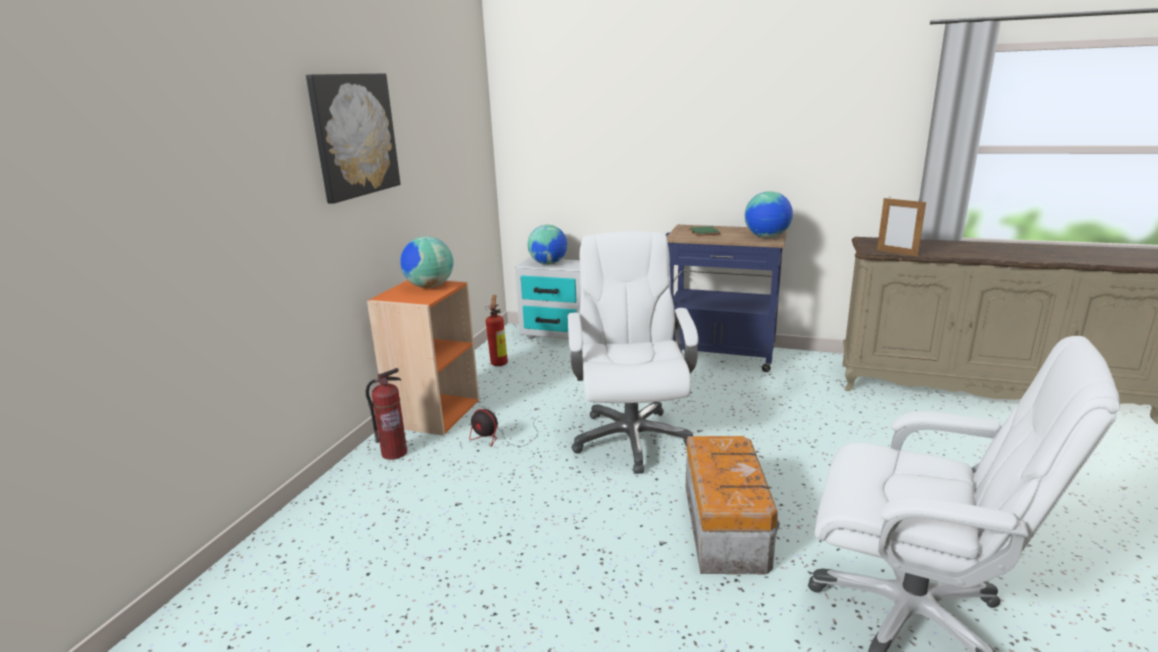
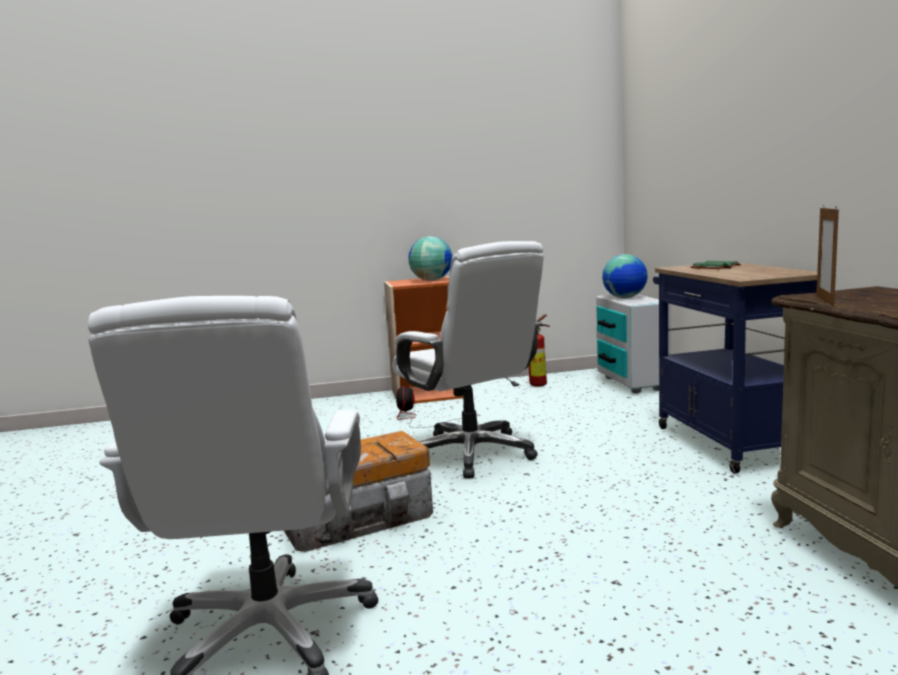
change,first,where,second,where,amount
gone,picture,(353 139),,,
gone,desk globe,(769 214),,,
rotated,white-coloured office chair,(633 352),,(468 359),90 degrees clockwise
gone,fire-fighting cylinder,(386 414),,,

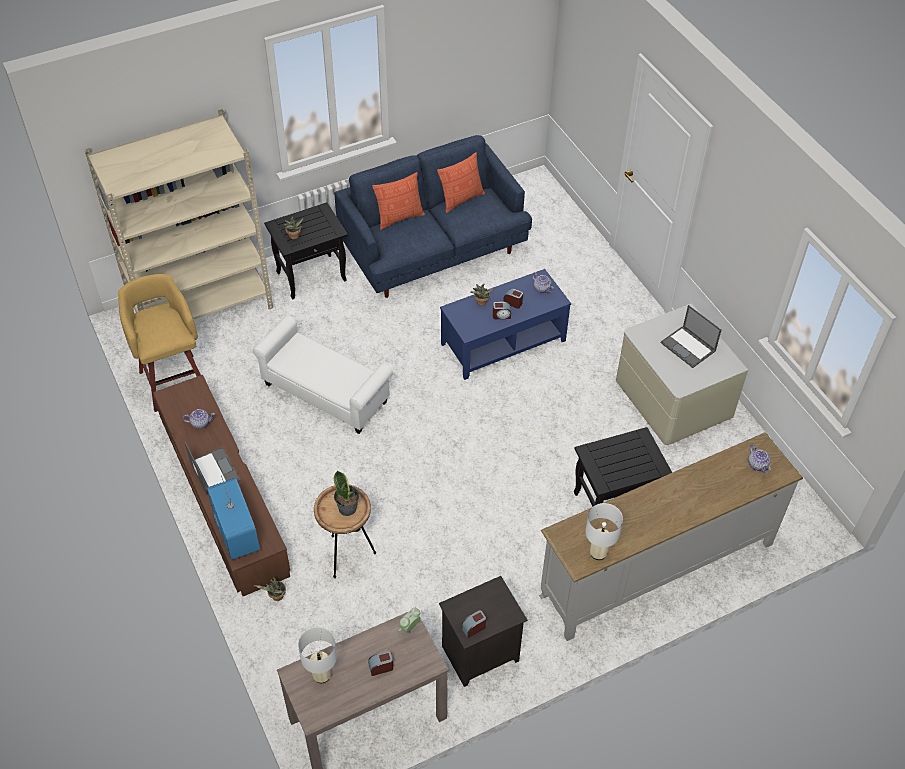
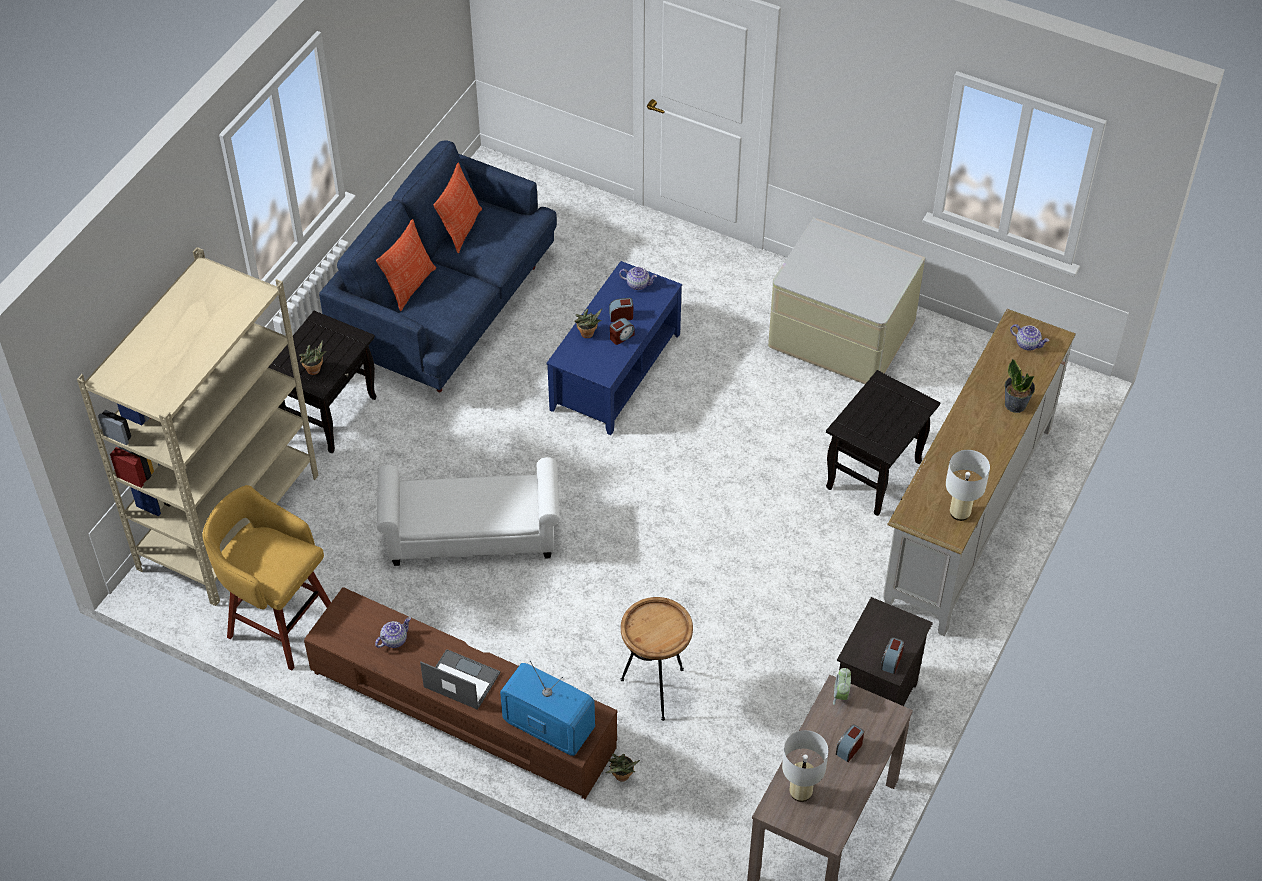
change,first,where,second,where,amount
gone,laptop,(691 336),,,
shifted,potted plant,(346 493),,(1020 386),

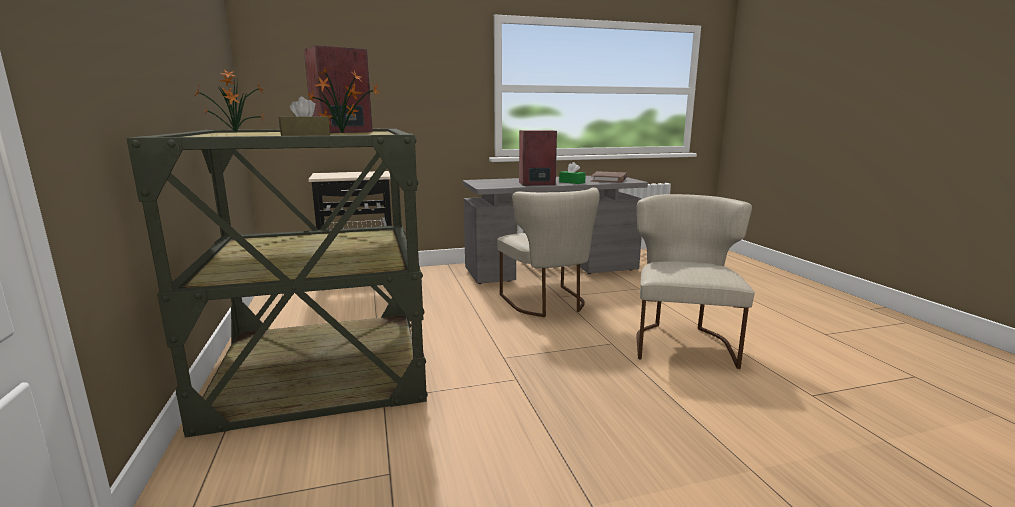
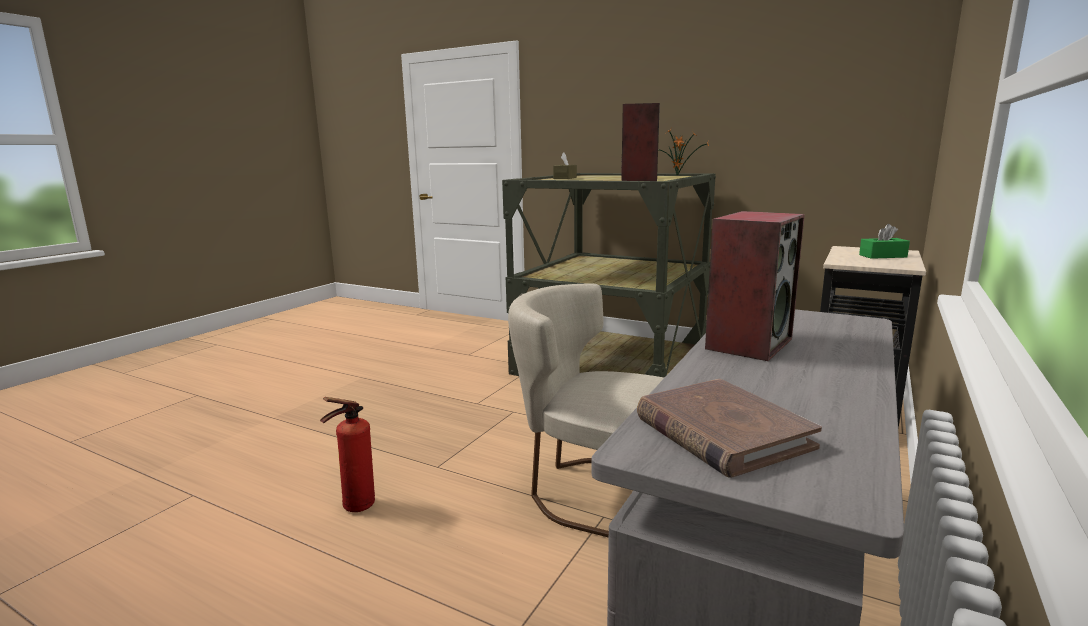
change,first,where,second,where,amount
gone,potted plant,(343 100),,,
shifted,greenish tissue holder,(572 173),,(884 241),
swapped,beige-coloured chair,(695 281),fire-fighting cylinder,(347 454),

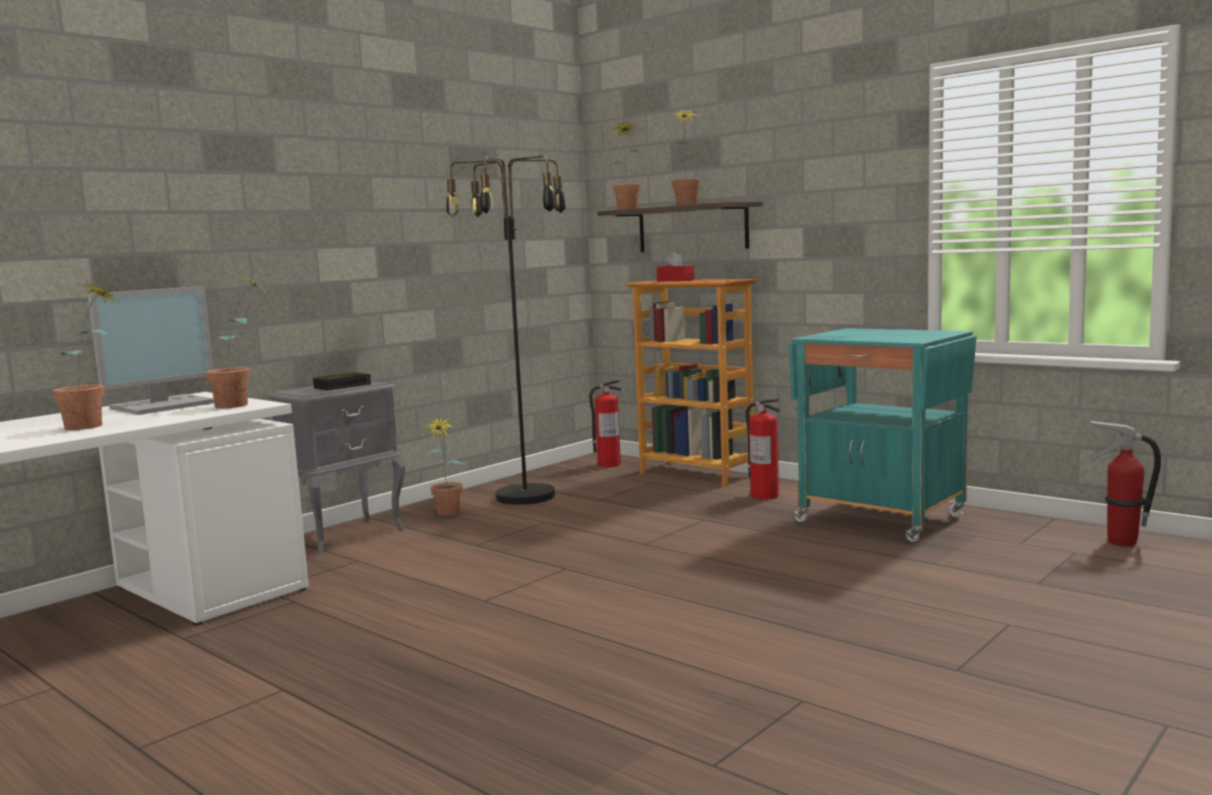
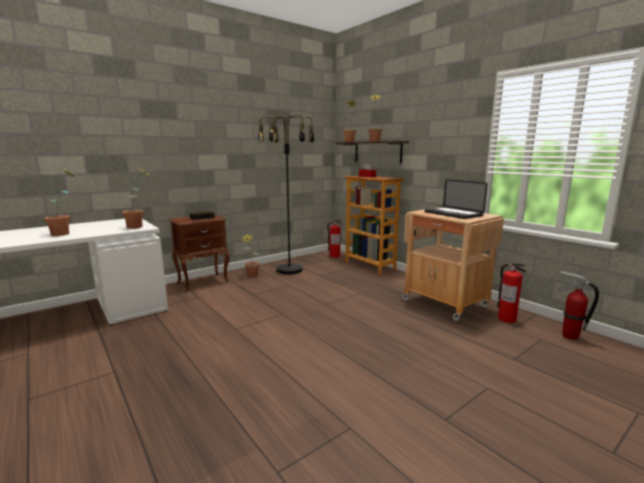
change,first,where,second,where,amount
gone,monitor,(150 350),,,
repainted,blue-green cart,(882 435),brown-coloured cart,(453 264),
repainted,greyish night table,(336 468),brown-coloured night table,(200 253),
shifted,fire-fighting cylinder,(763 449),,(511 293),
new,,,laptop,(456 199),

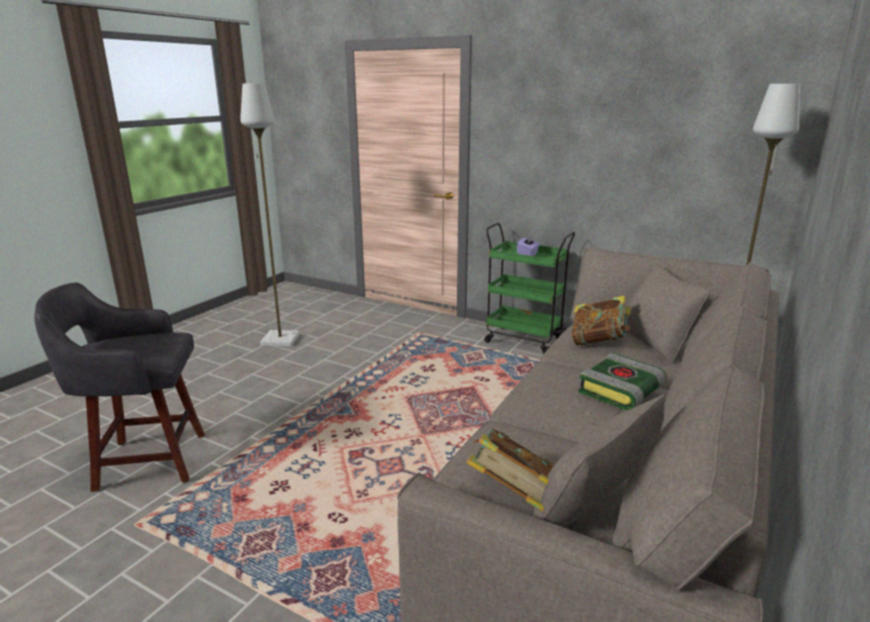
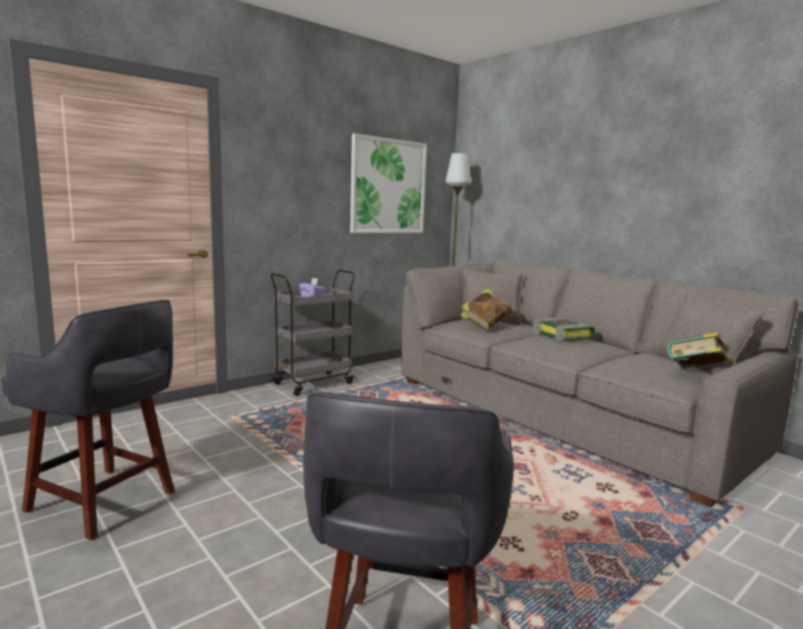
change,first,where,second,where,amount
swapped,greyish floor lamp,(270 215),greyish stool seat,(88 420),
repainted,greenish cart,(529 288),greyish cart,(313 333),
new,,,picture,(388 183),

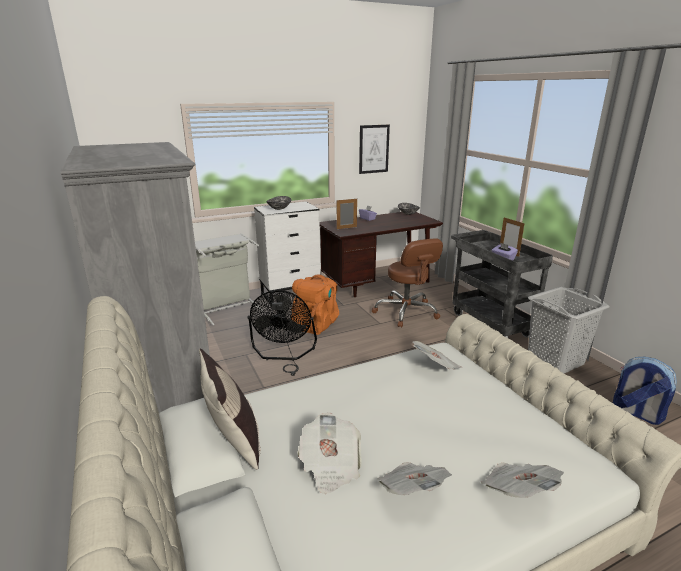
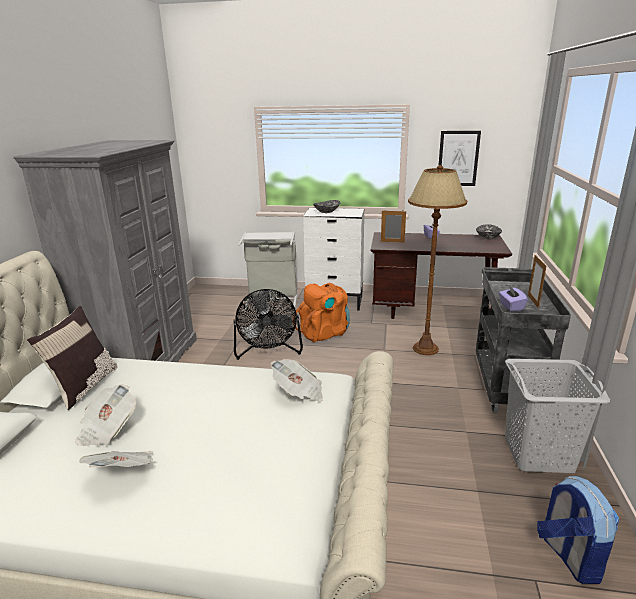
change,first,where,second,where,amount
swapped,brown-coloured office chair,(407 283),brown-coloured floor lamp,(437 260),
rotated,black cooling fan,(282 333),,(268 324),135 degrees clockwise
gone,daily paper,(522 480),,,

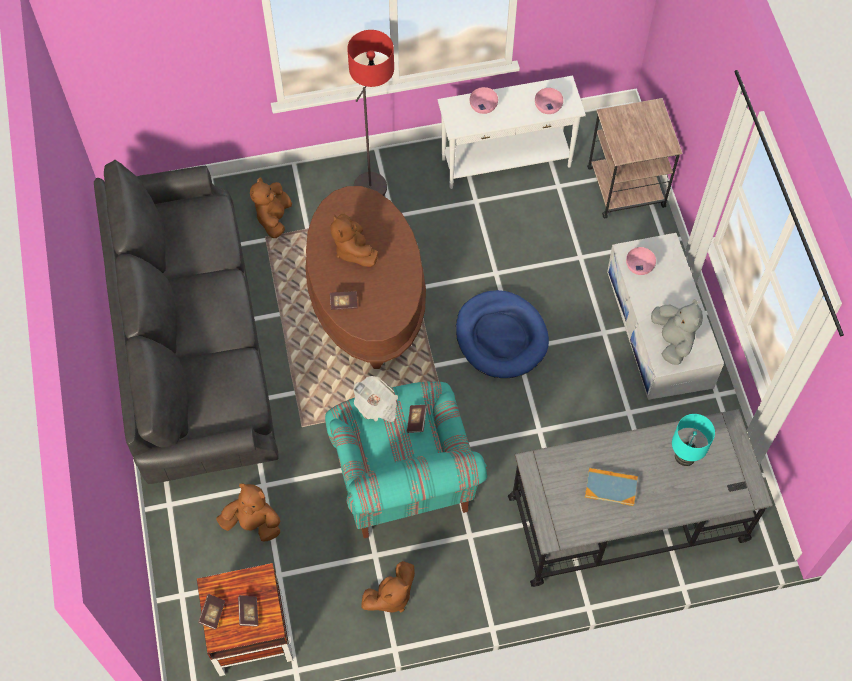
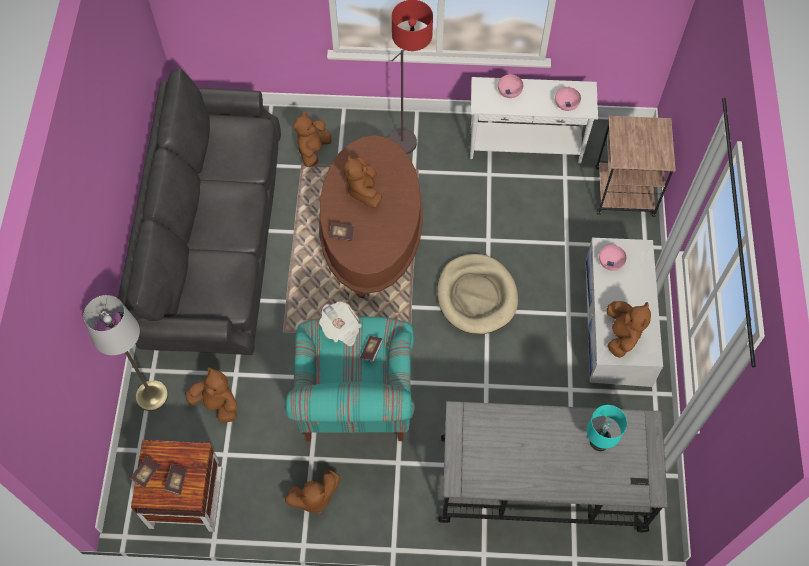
change,first,where,second,where,amount
repainted,blue-coloured dog bed,(502 334),beige-coloured dog bed,(477 294),
repainted,greyish soft toy,(677 332),brown-coloured soft toy,(629 329),
gone,book,(611 487),,,
new,,,greyish floor lamp,(126 353),

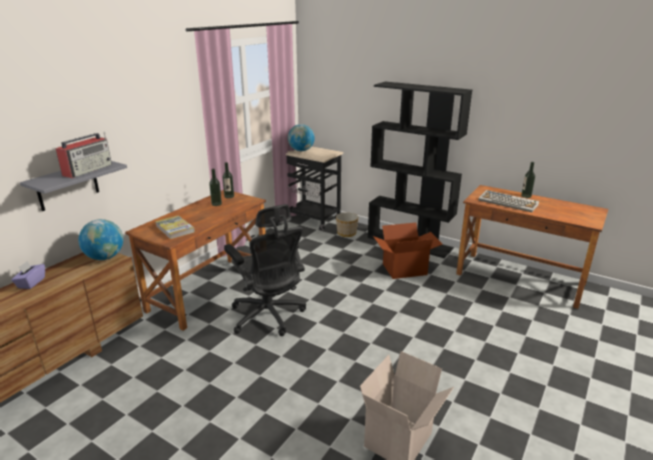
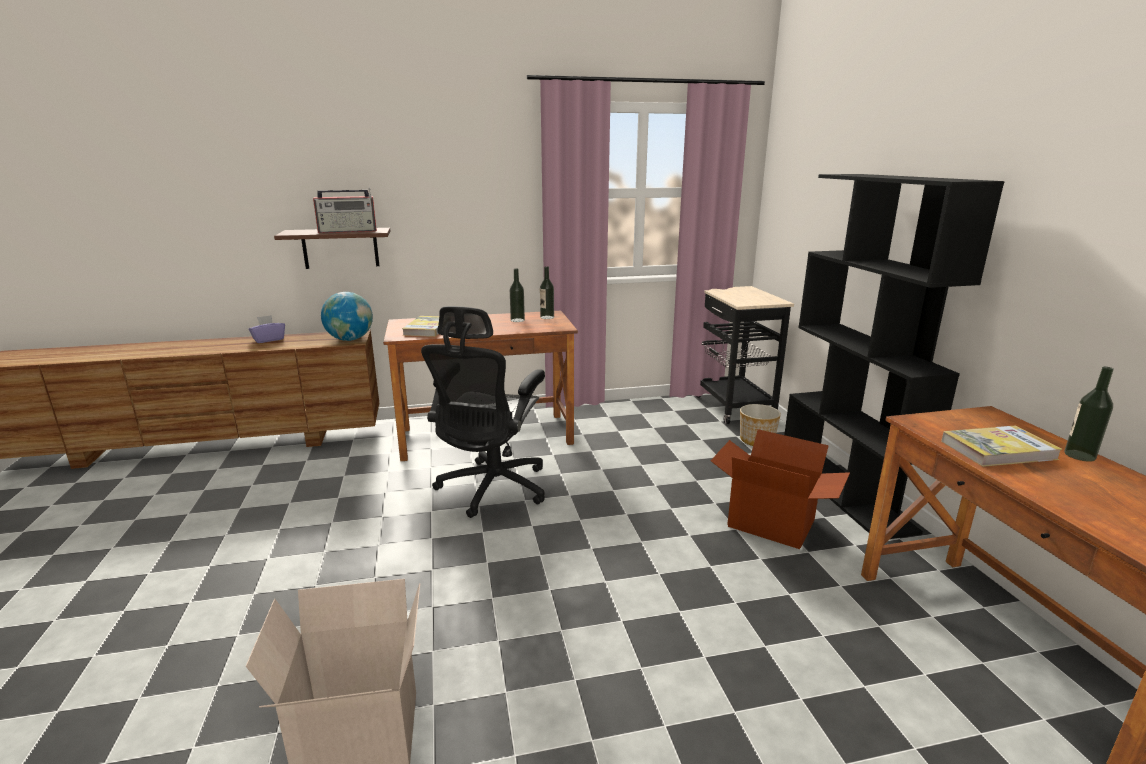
change,first,where,second,where,amount
gone,desk globe,(301 137),,,
repainted,greyish shelf,(73 186),brown-coloured shelf,(332 248),
swapped,computer keyboard,(508 201),book,(1002 446),

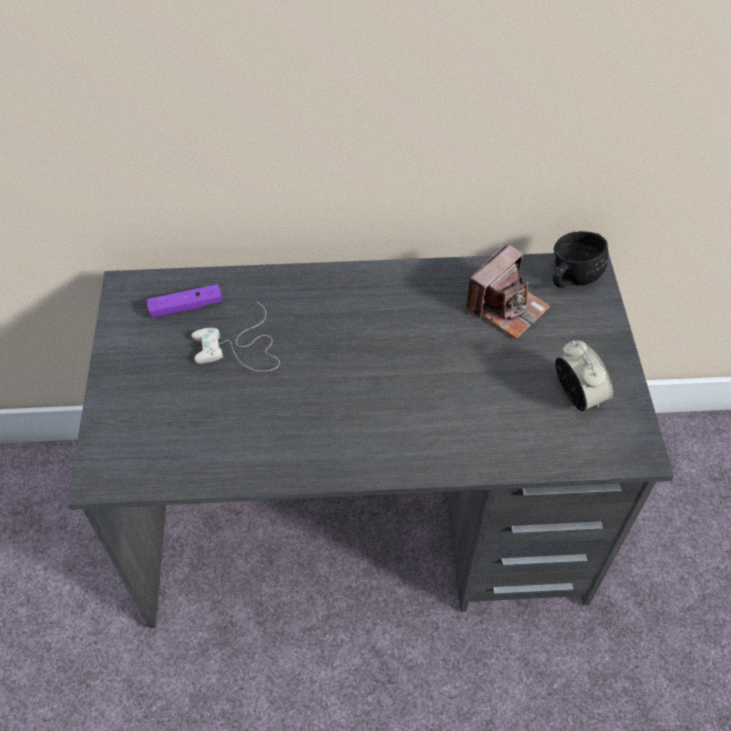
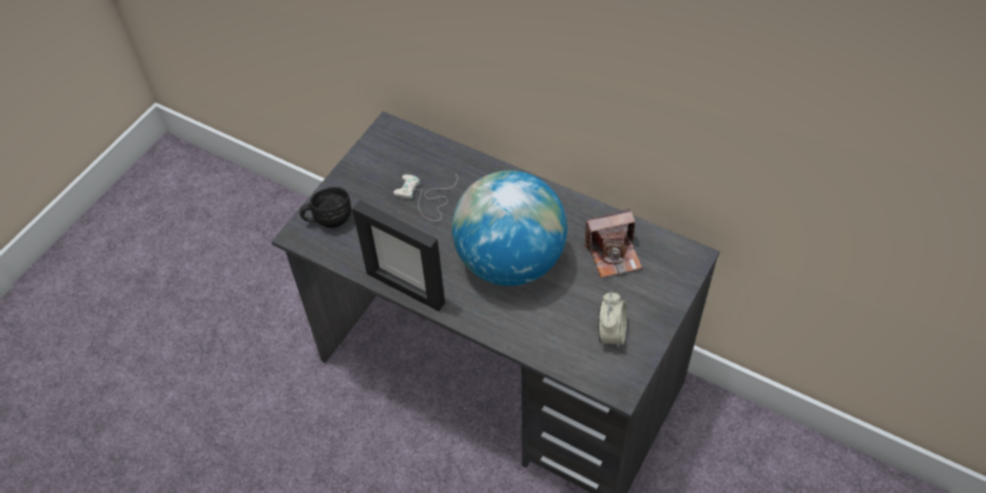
change,first,where,second,where,amount
shifted,black coffee mug,(580 259),,(325 207),
gone,purple game controller,(184 301),,,
new,,,desk globe,(509 228),
new,,,photo frame,(398 255),

